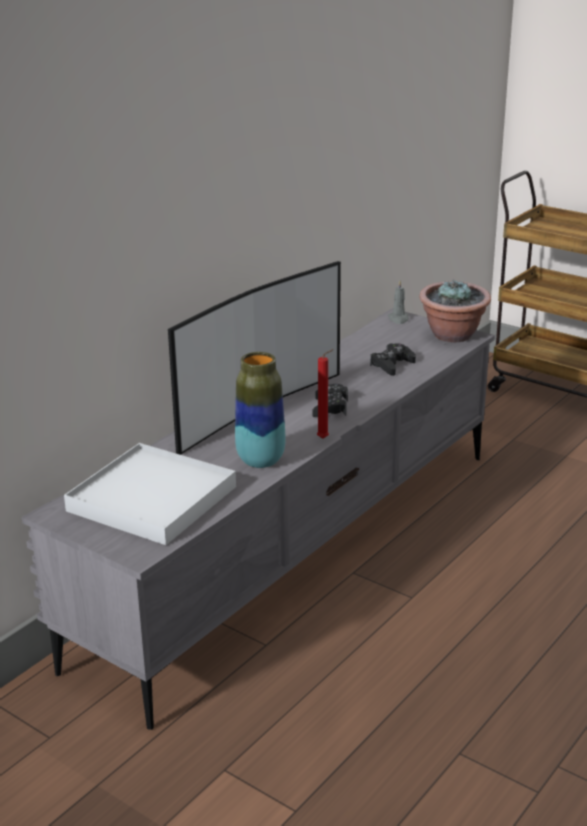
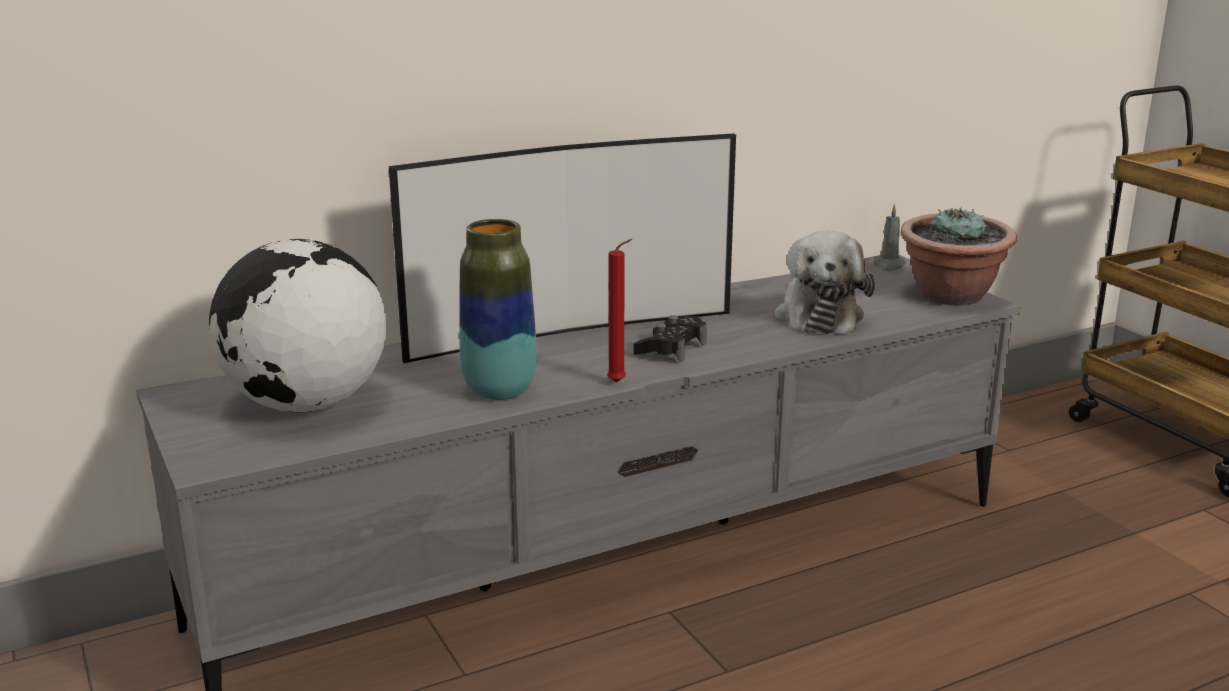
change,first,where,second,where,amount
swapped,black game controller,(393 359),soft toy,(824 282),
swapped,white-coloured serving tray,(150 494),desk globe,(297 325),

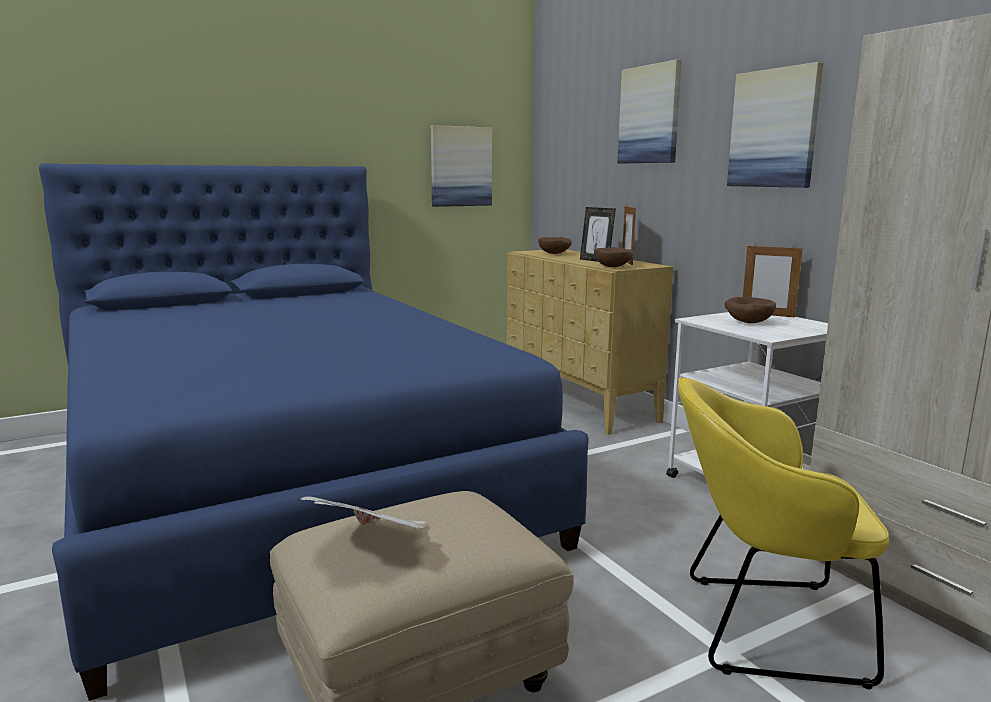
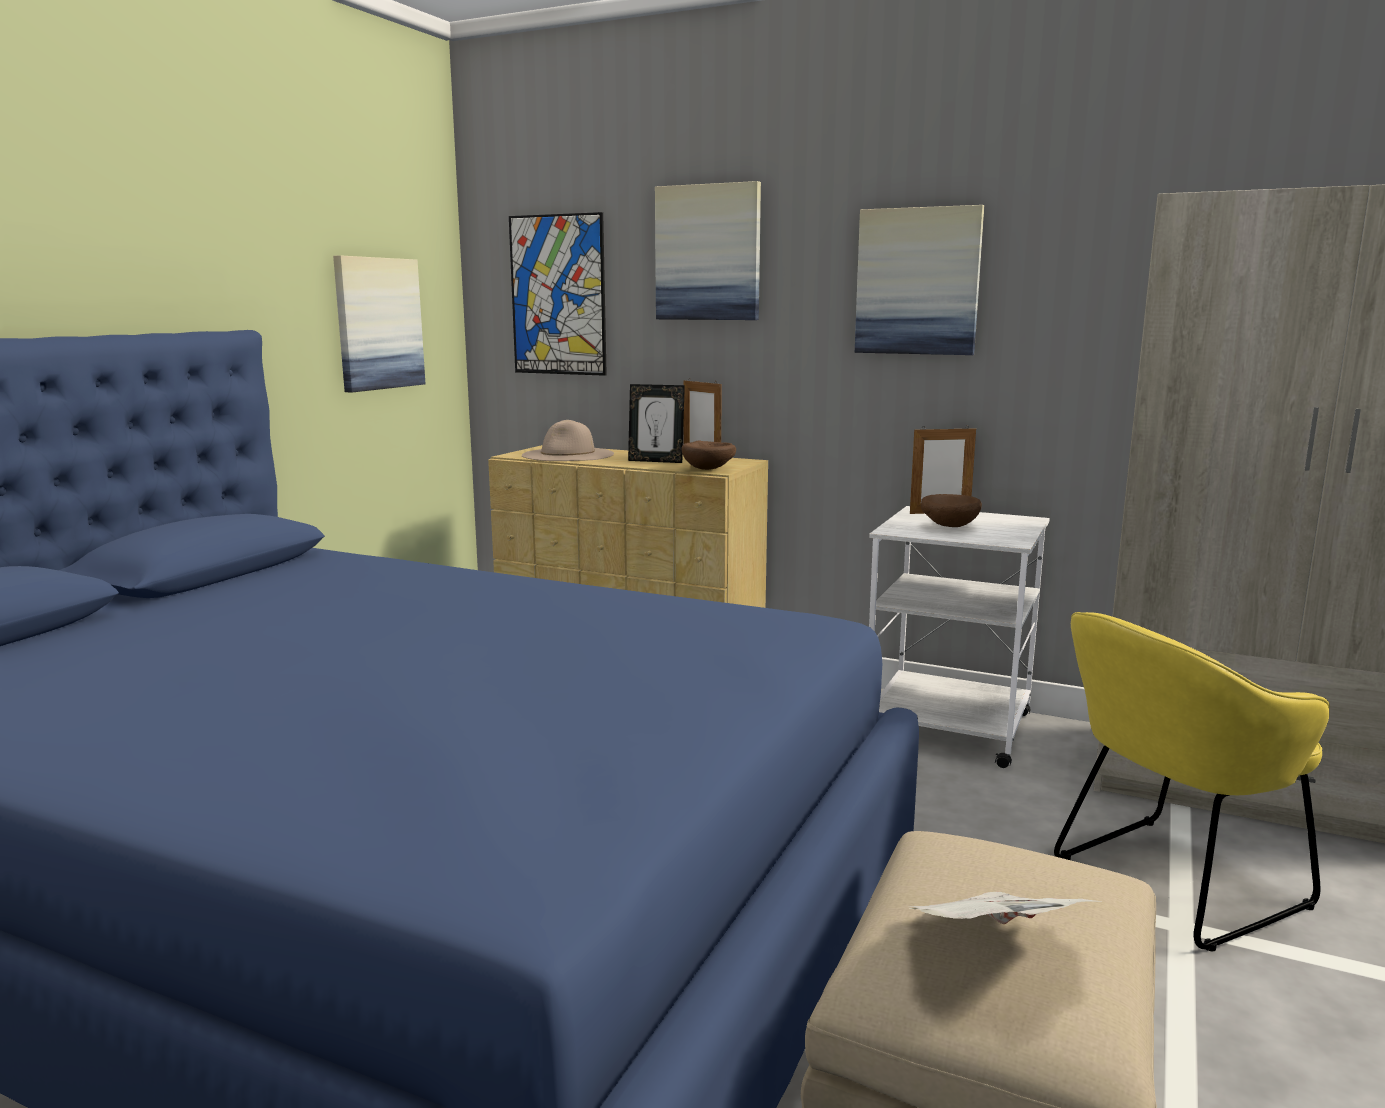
change,first,where,second,where,amount
swapped,brown-coloured serving bowl,(555 245),beige-coloured hat,(568 440),
new,,,picture,(558 294),

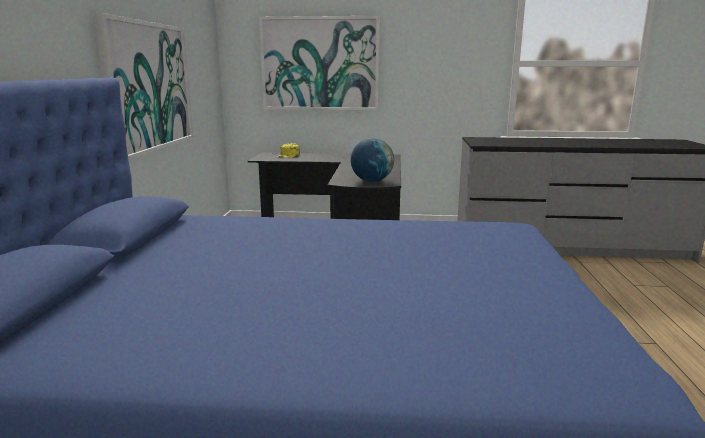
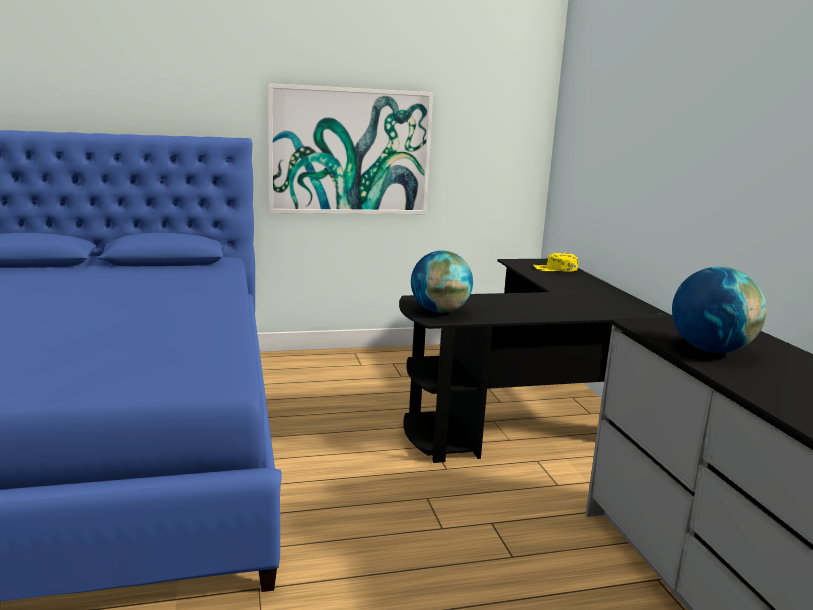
change,first,where,second,where,amount
gone,picture,(319 63),,,
new,,,desk globe,(719 310),

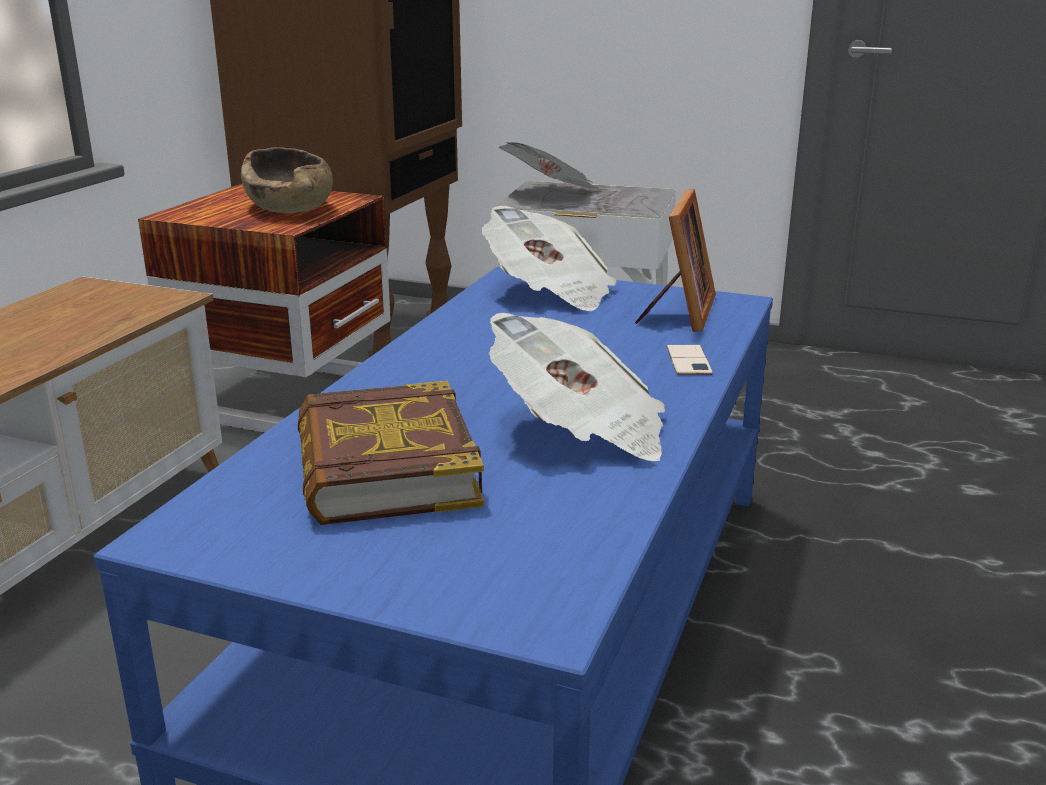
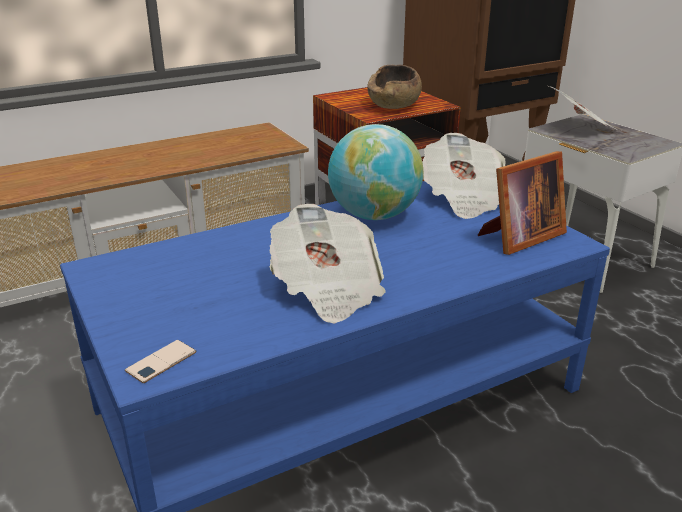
change,first,where,second,where,amount
shifted,handset,(690 360),,(161 361),
gone,book,(391 453),,,
new,,,desk globe,(375 172),

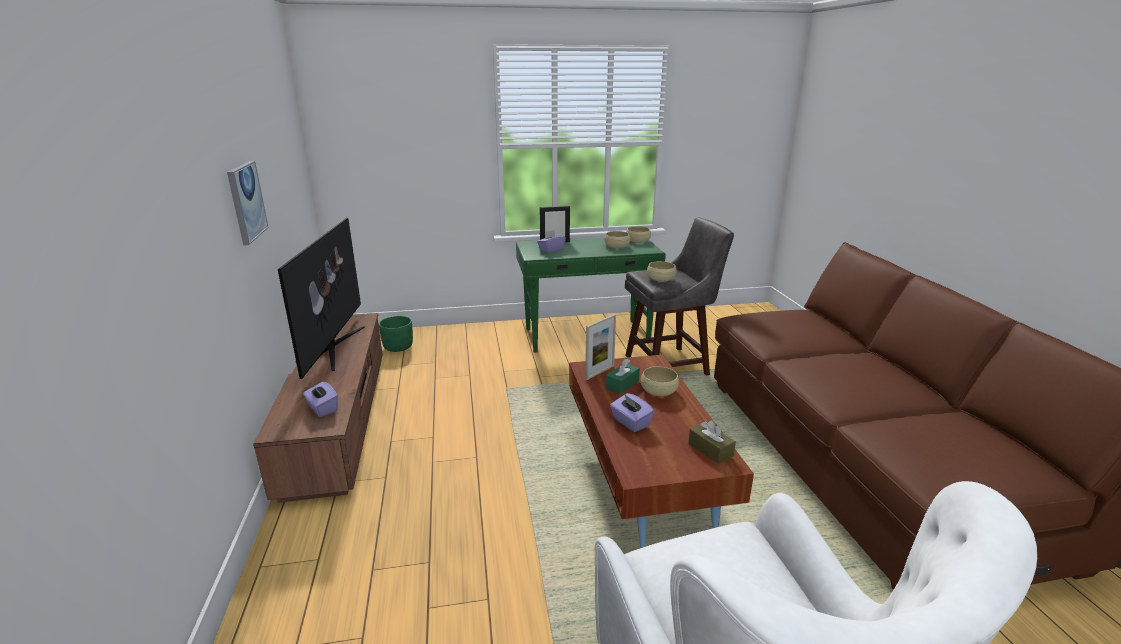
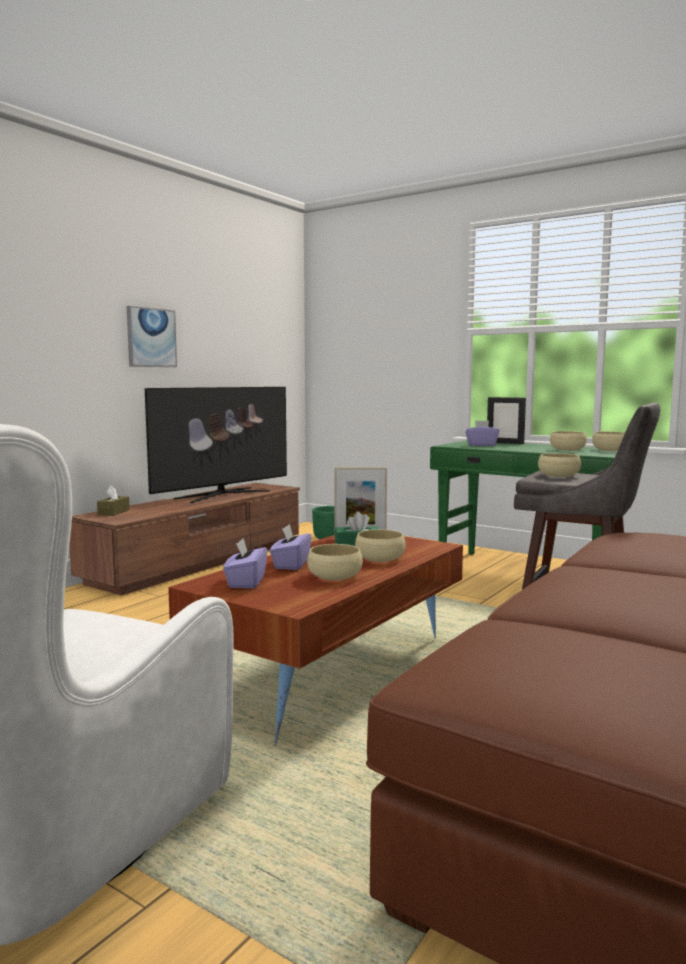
change,first,where,second,where,amount
shifted,purple tissue holder,(320 399),,(245 563),
shifted,brown-coloured tissue holder,(712 442),,(113 500),
new,,,beige-coloured serving bowl,(335 562),

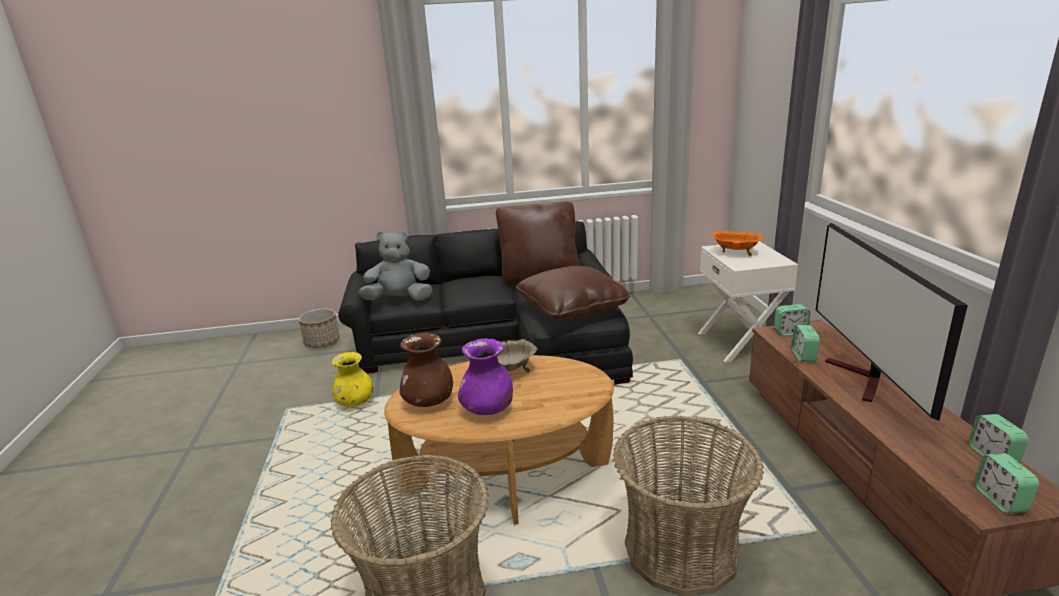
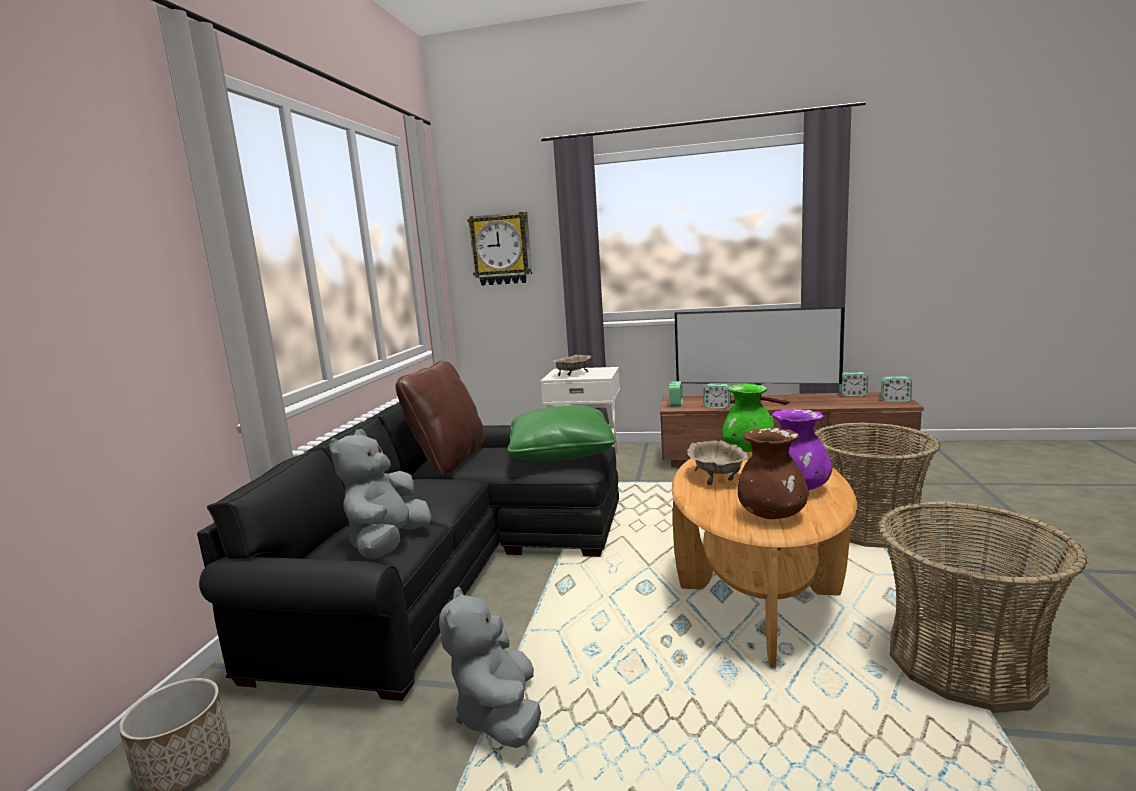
change,first,where,second,where,amount
repainted,orange serving bowl,(737 243),beige-coloured serving bowl,(571 365),
repainted,brown-coloured throw pillow,(573 293),greenish throw pillow,(562 433),
swapped,yellow decorative vase,(352 379),greyish soft toy,(490 667),
new,,,wall clock,(499 249),
new,,,greenish decorative vase,(748 418),

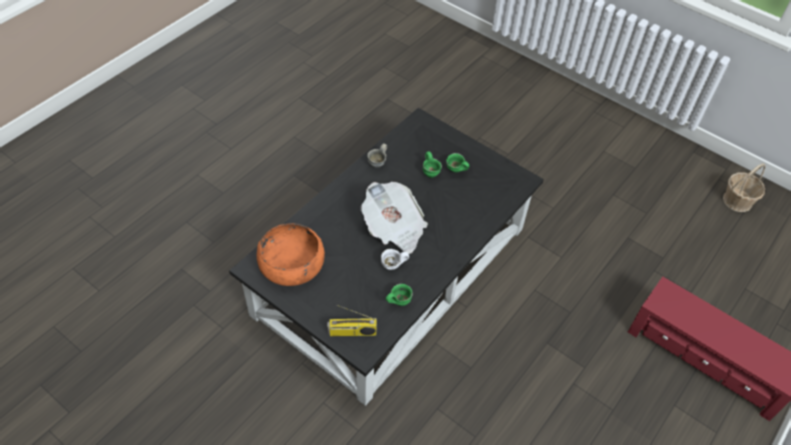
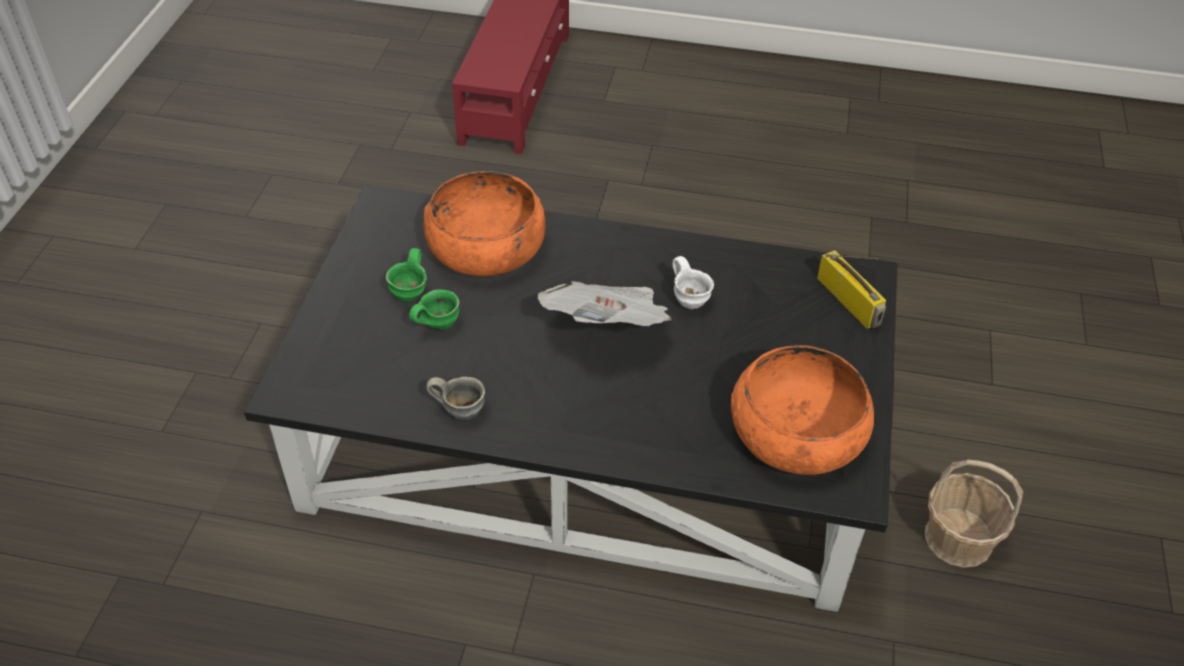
change,first,where,second,where,amount
shifted,storage basket,(744 187),,(974 513),
gone,greenish coffee mug,(399 295),,,
new,,,orange serving bowl,(485 223),

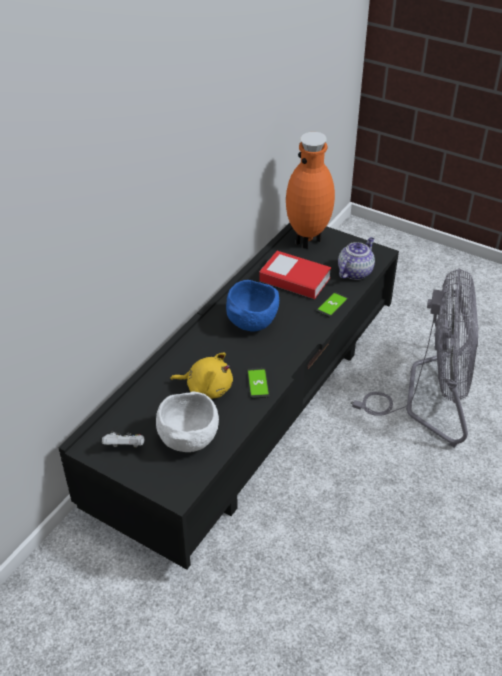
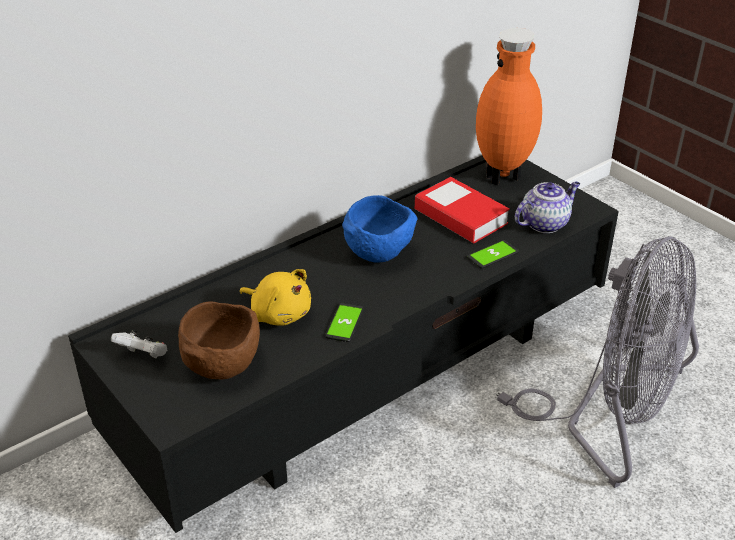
change,first,where,second,where,amount
repainted,white-coloured serving bowl,(187 422),brown-coloured serving bowl,(219 340),

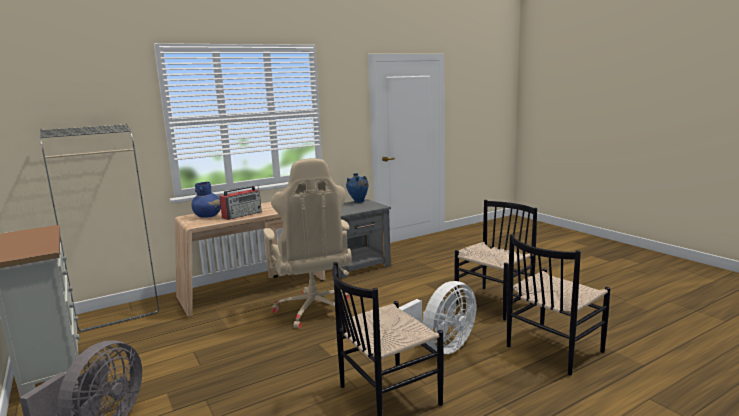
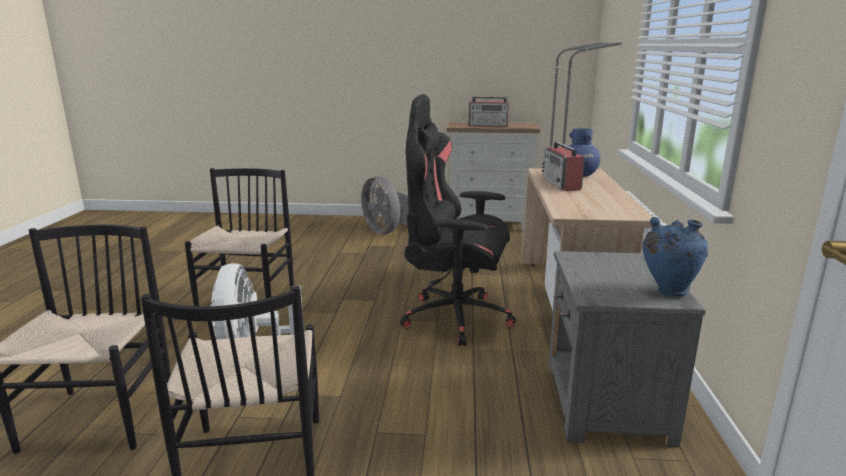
change,first,where,second,where,amount
repainted,beige-coloured office chair,(307 243),black office chair,(458 220),
new,,,radio,(489 111),

